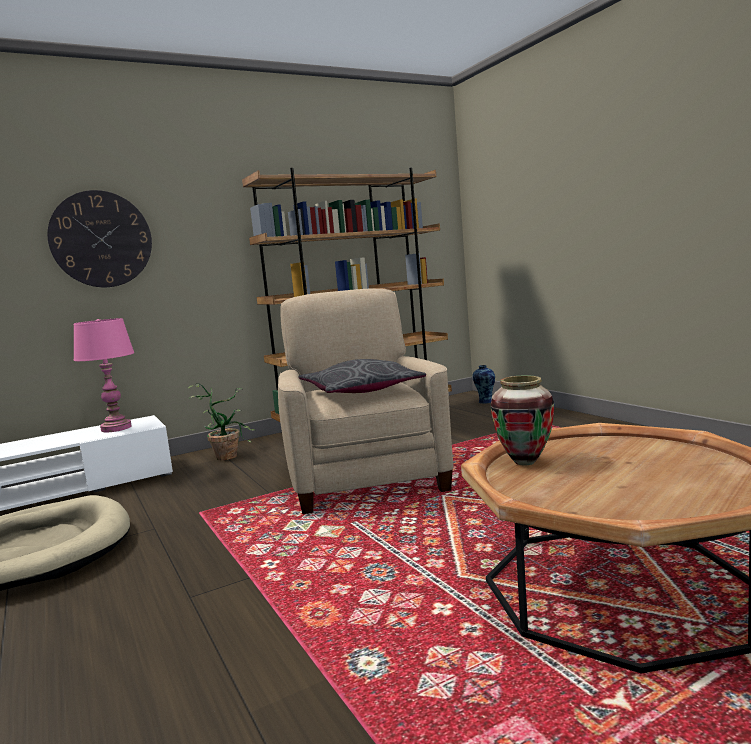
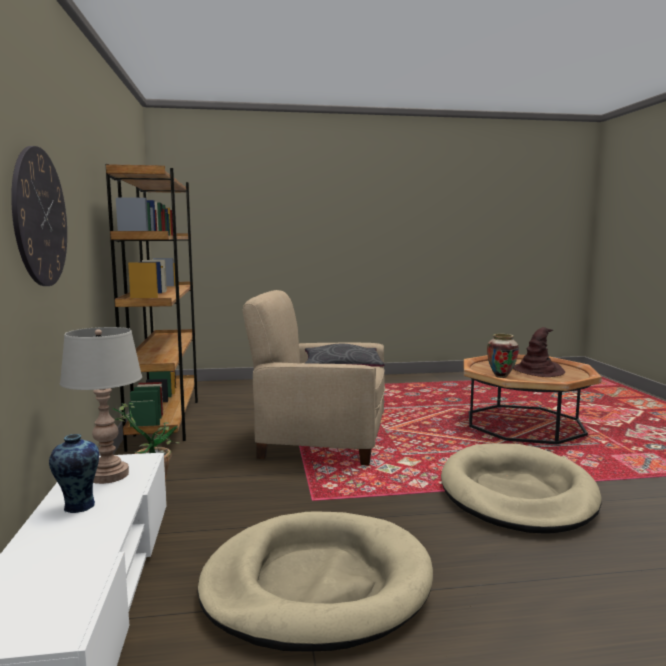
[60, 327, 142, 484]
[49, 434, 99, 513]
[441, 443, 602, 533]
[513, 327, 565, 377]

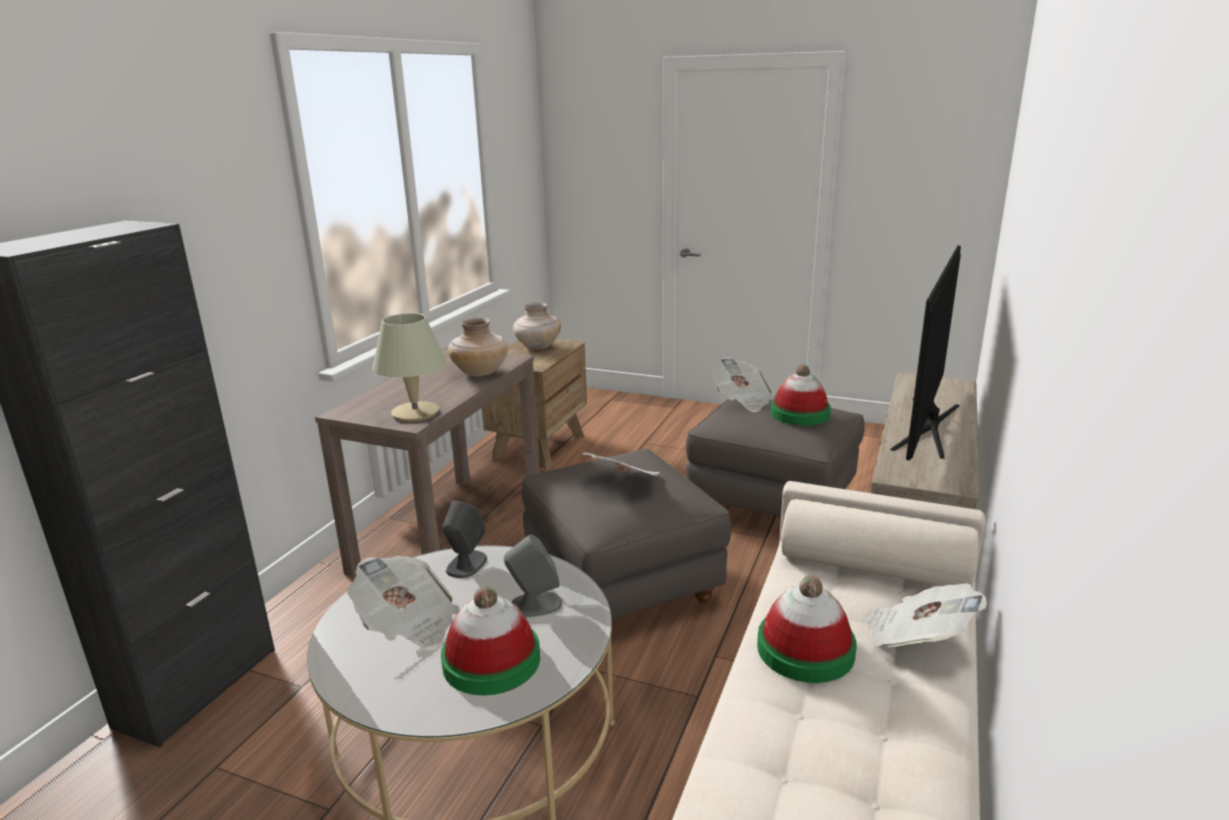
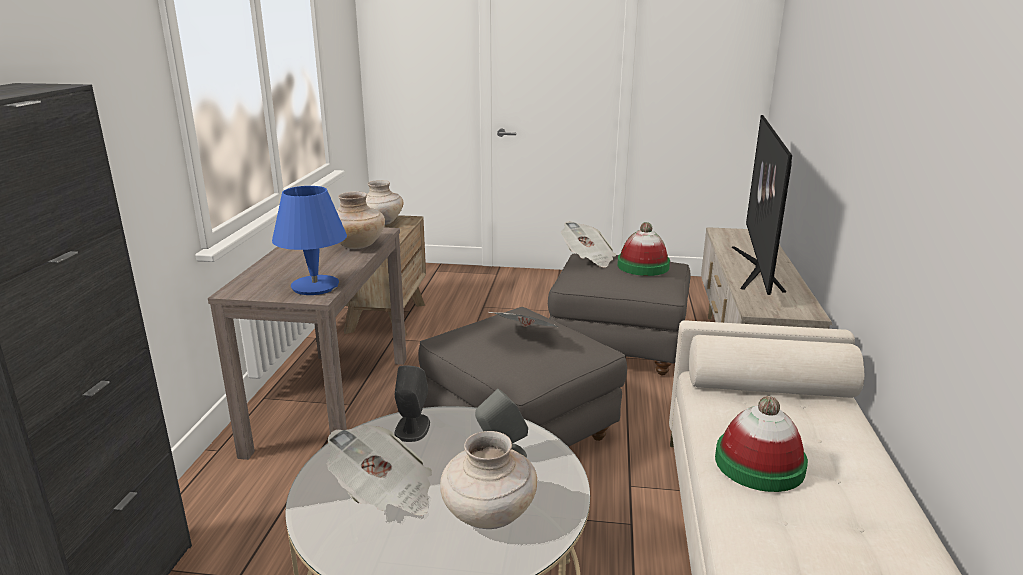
[272, 186, 347, 295]
[440, 431, 537, 529]
[865, 583, 987, 647] (first image)

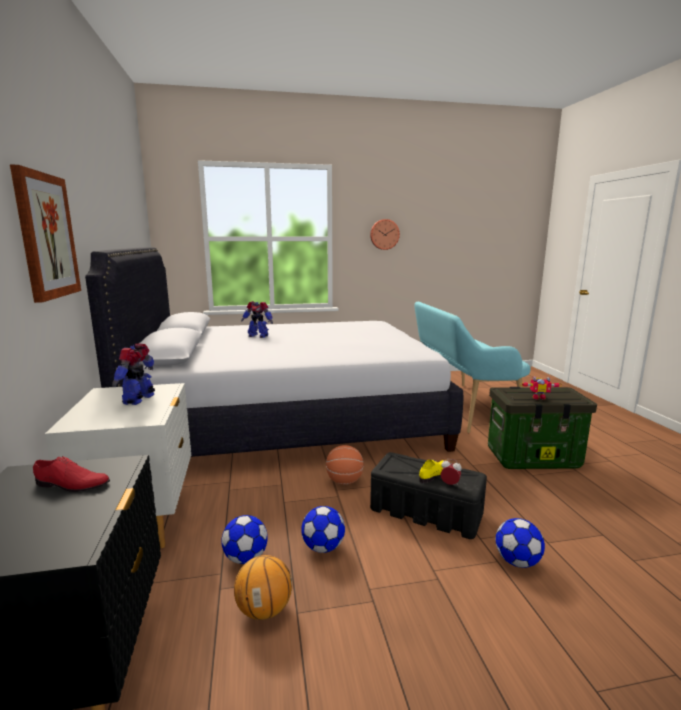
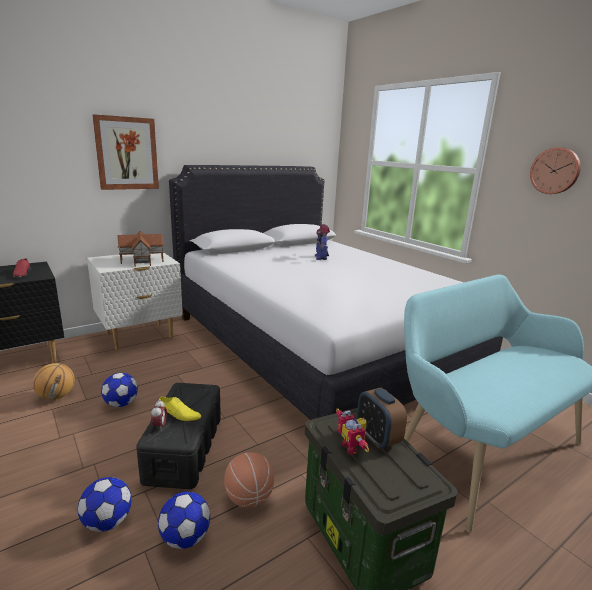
[117, 231, 164, 267]
[158, 492, 210, 549]
[224, 452, 274, 508]
[357, 388, 407, 449]

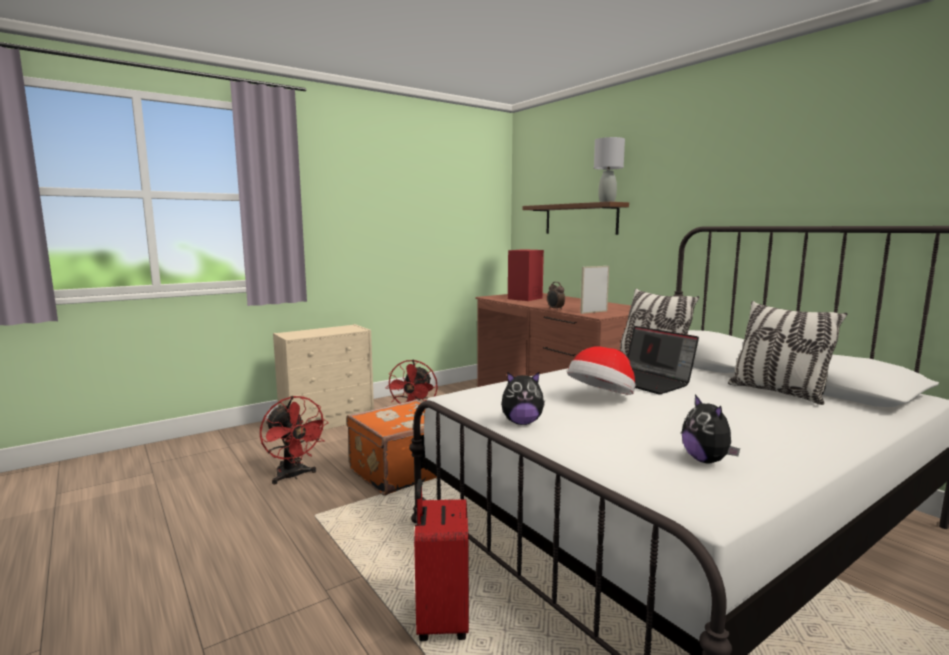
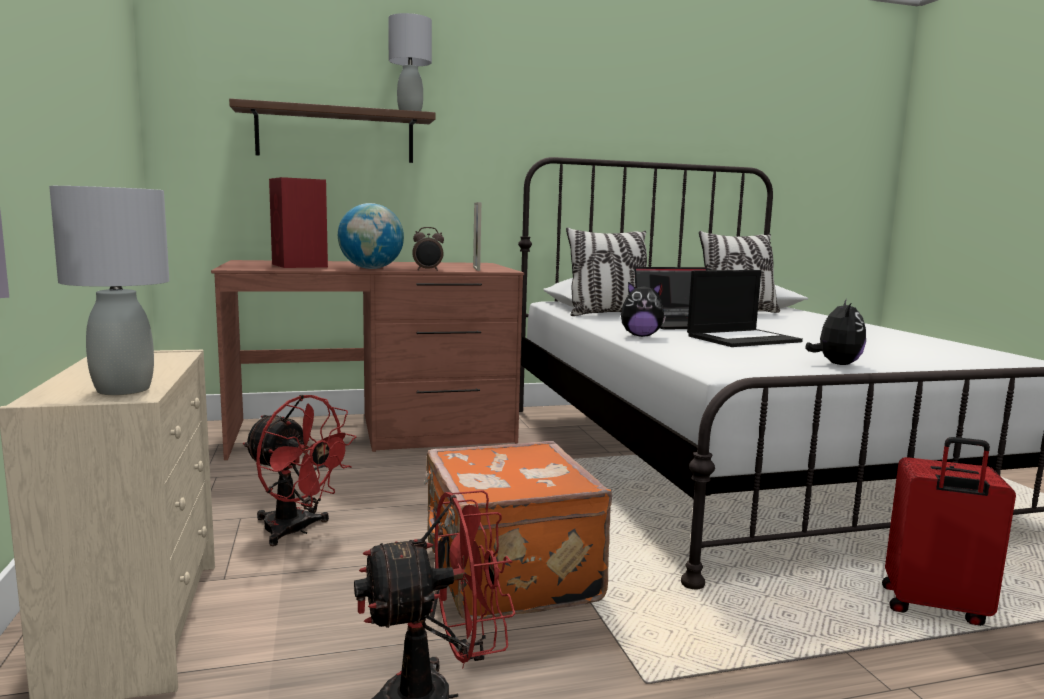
[687, 270, 803, 347]
[621, 282, 666, 337]
[49, 186, 169, 395]
[338, 203, 404, 269]

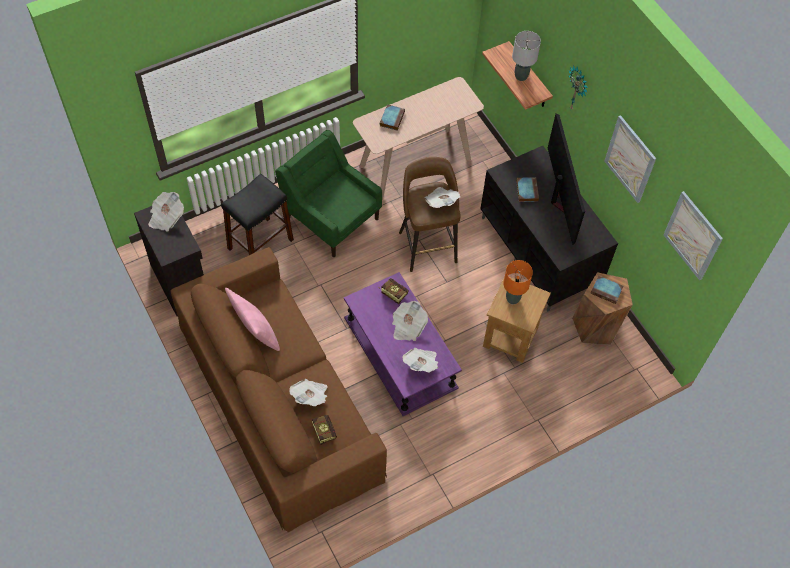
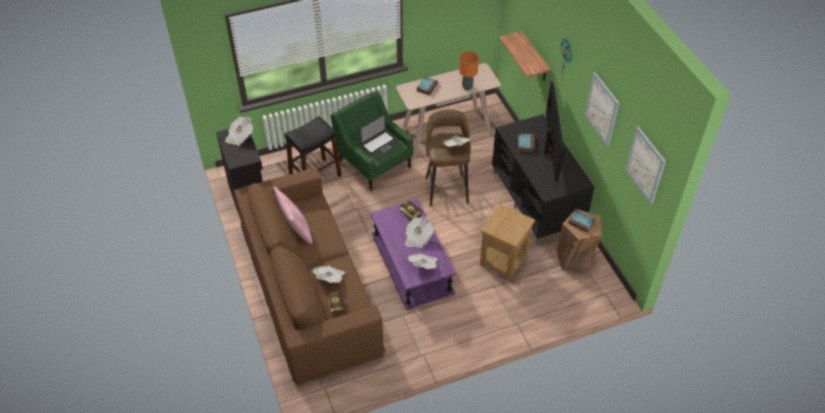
[459, 51, 479, 90]
[512, 31, 541, 81] (first image)
[360, 114, 401, 159]

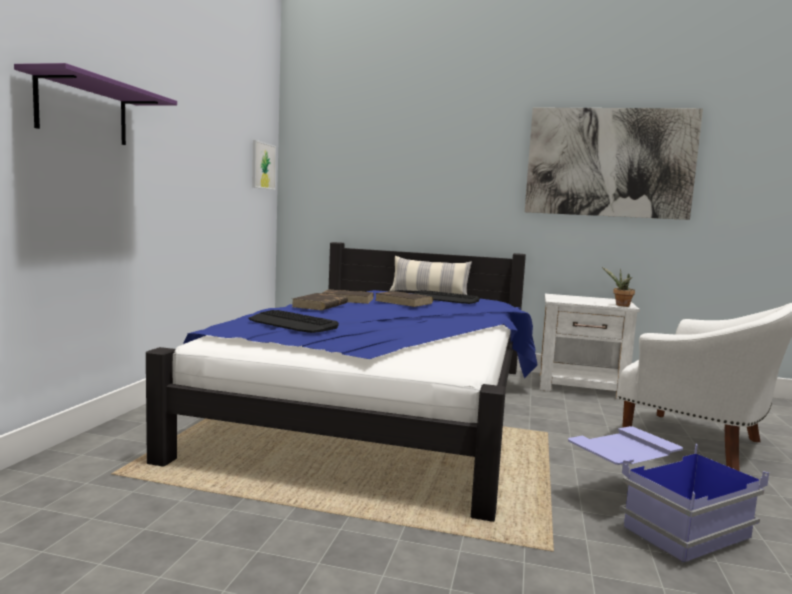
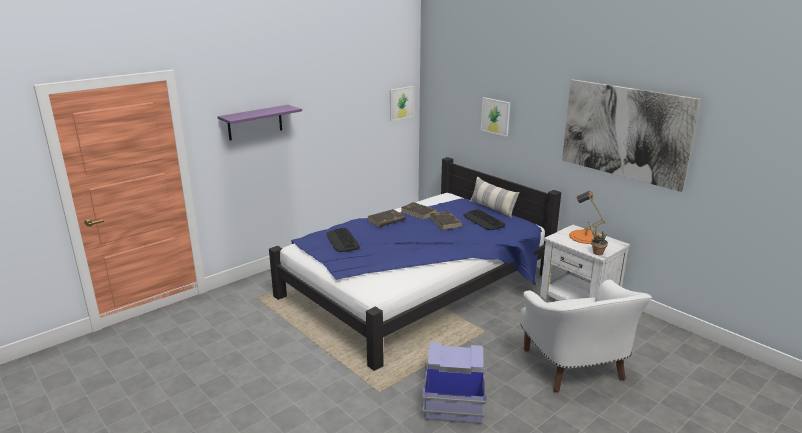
[481, 97, 510, 137]
[569, 191, 605, 244]

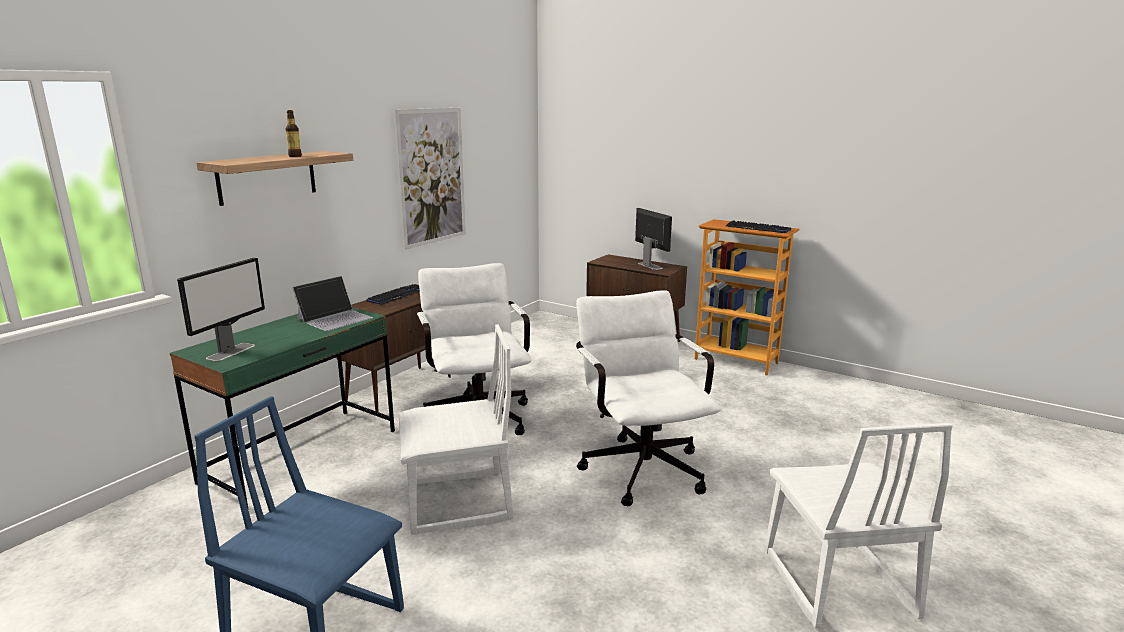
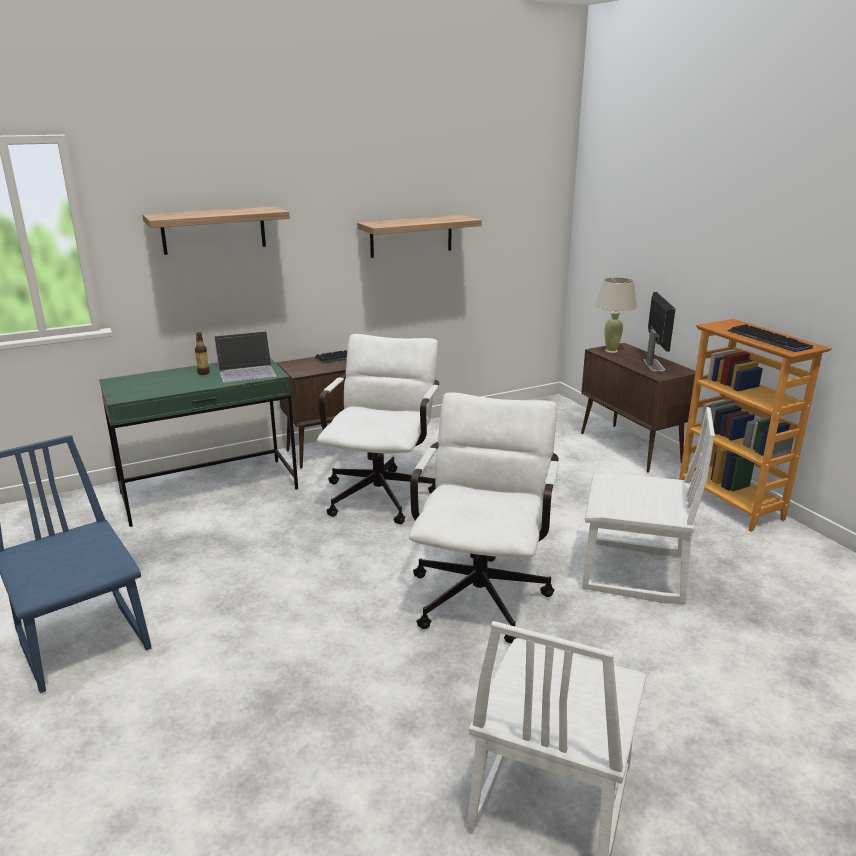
[177, 257, 265, 361] (first image)
[195, 332, 210, 375]
[357, 215, 482, 258]
[582, 407, 715, 604]
[596, 277, 637, 353]

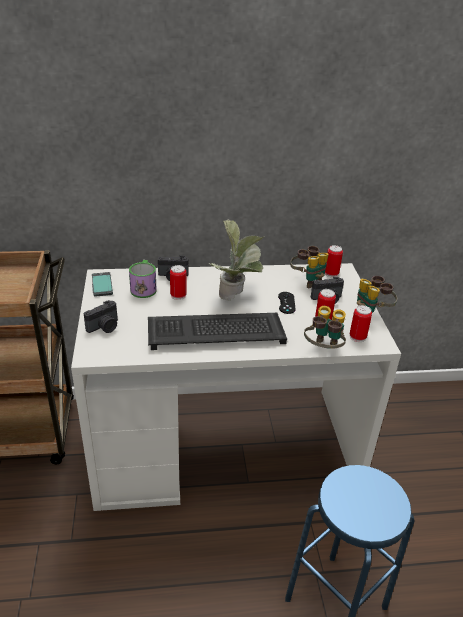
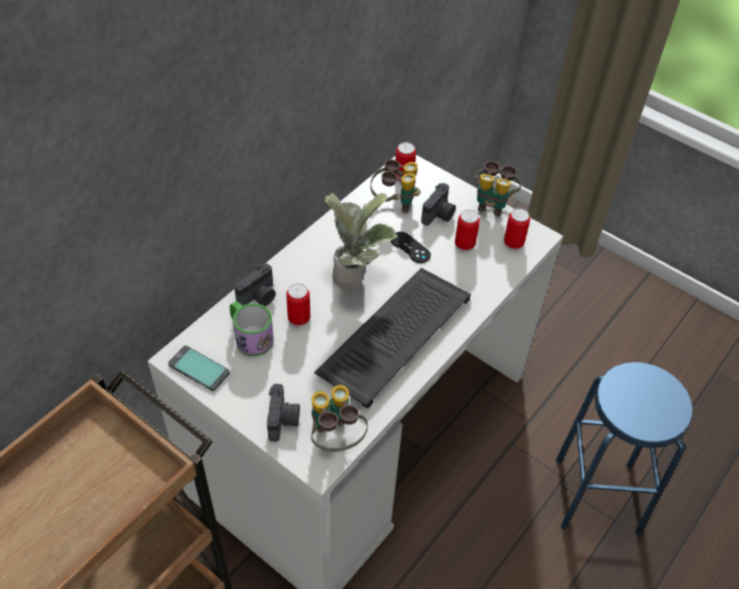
[311, 385, 368, 452]

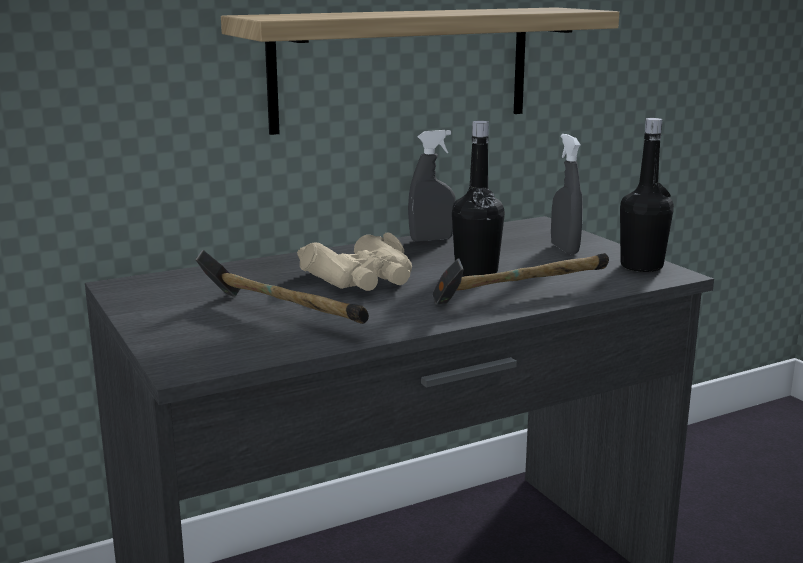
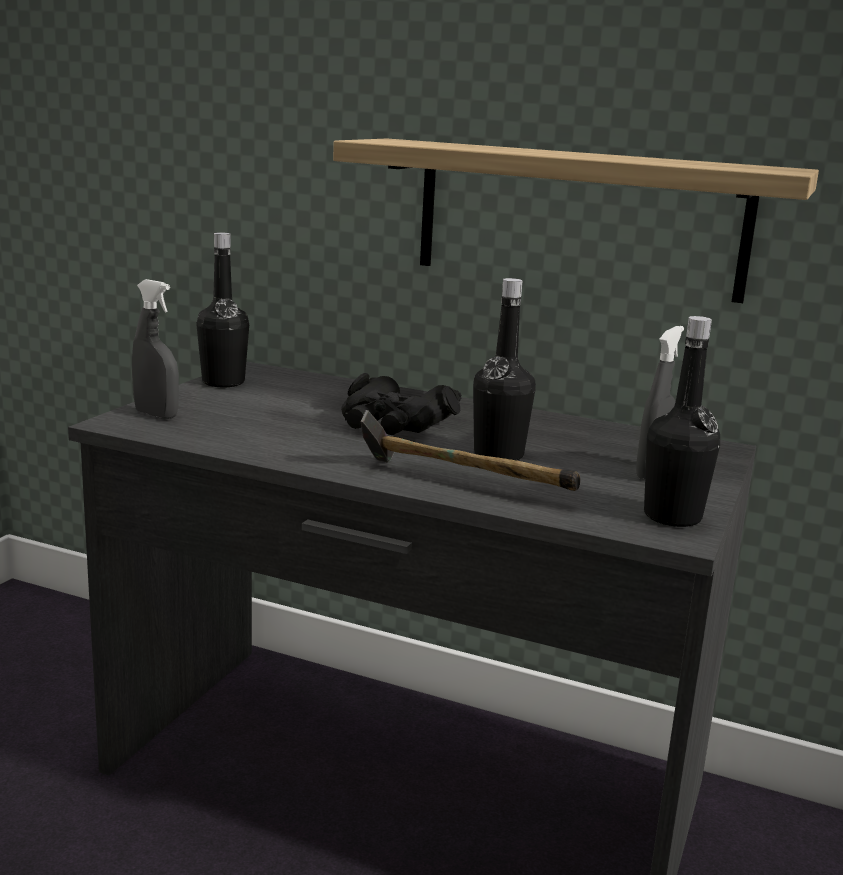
[195, 250, 369, 324] (first image)
[341, 373, 462, 435]
[132, 279, 179, 419]
[196, 232, 249, 387]

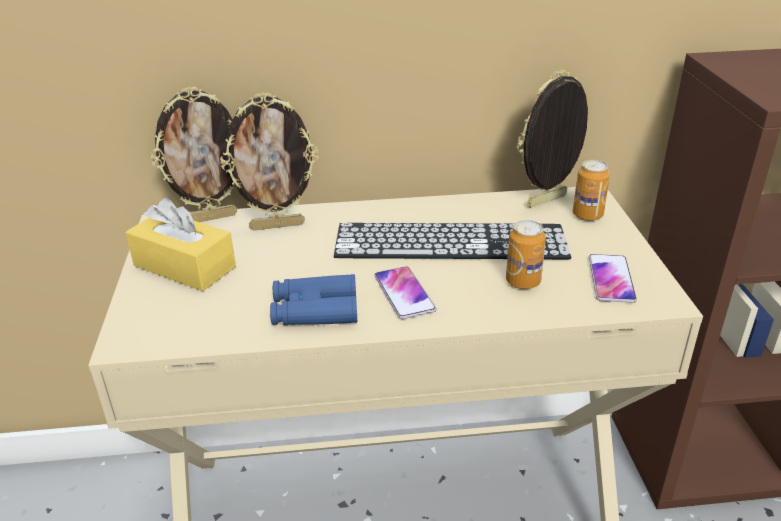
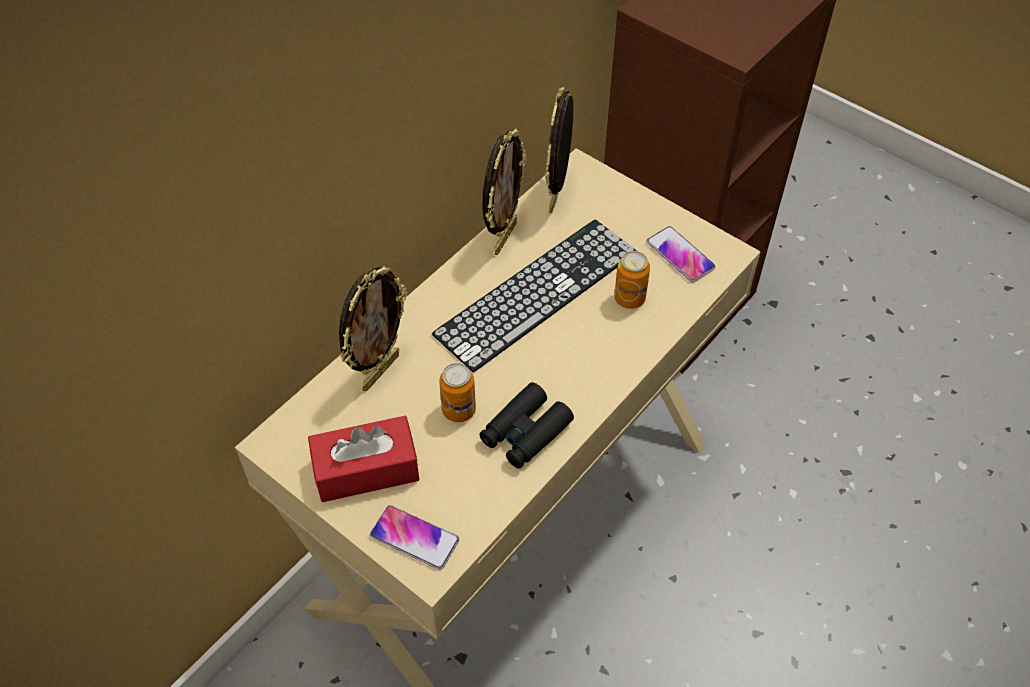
[308, 416, 419, 502]
[482, 128, 527, 255]
[479, 382, 574, 469]
[370, 505, 459, 570]
[439, 363, 476, 422]

